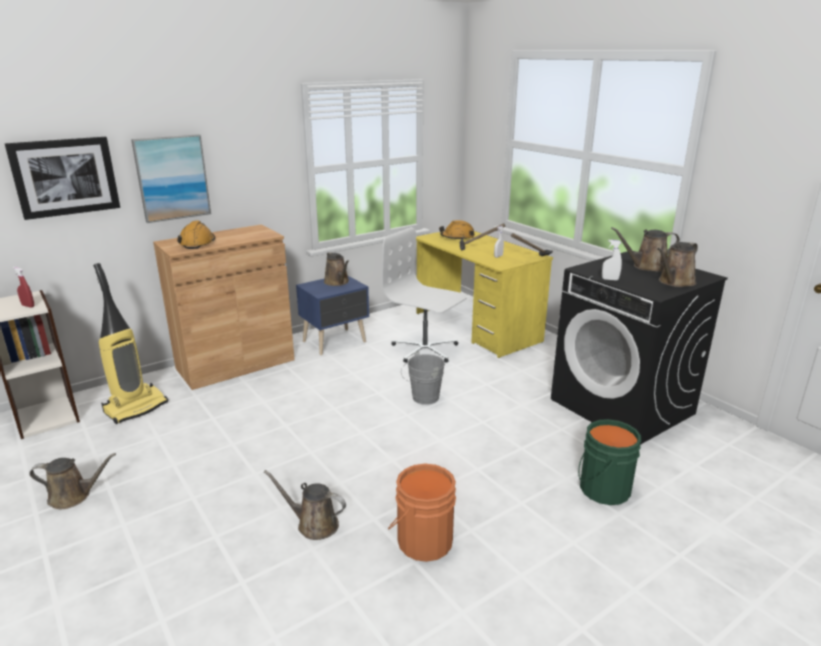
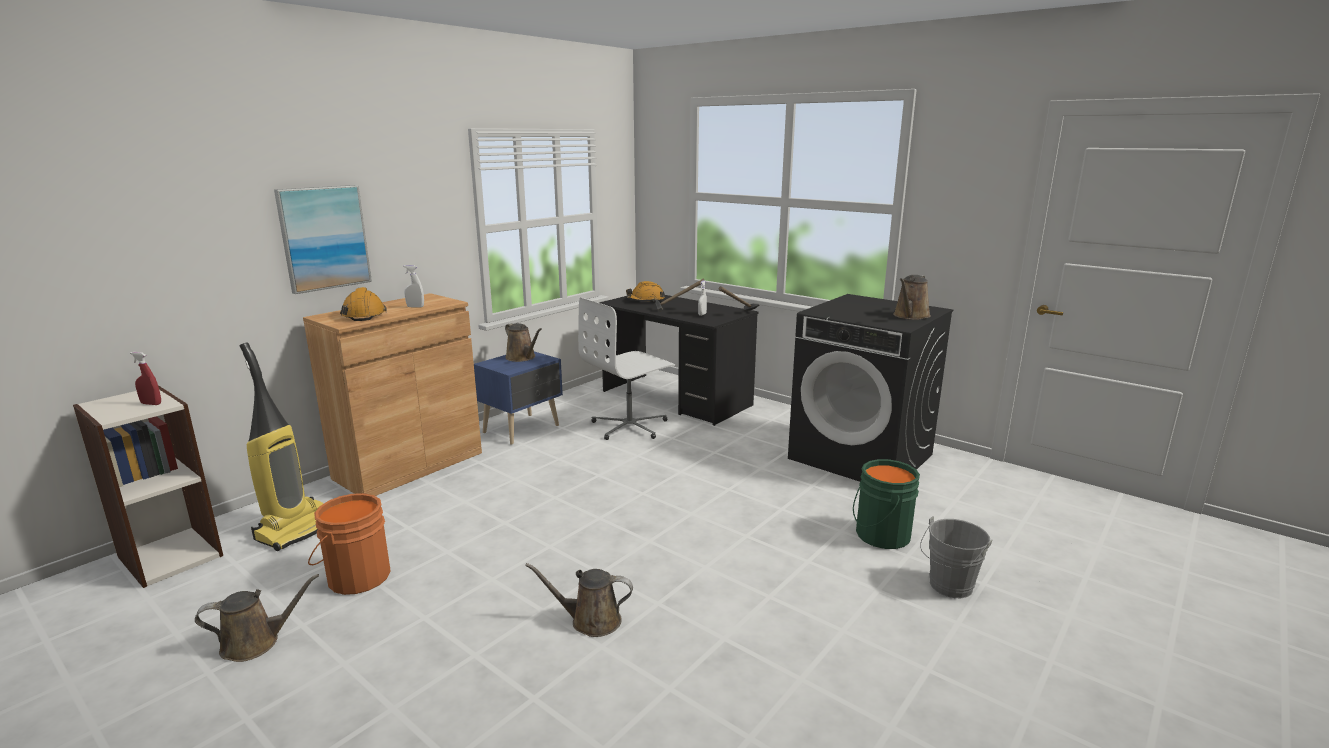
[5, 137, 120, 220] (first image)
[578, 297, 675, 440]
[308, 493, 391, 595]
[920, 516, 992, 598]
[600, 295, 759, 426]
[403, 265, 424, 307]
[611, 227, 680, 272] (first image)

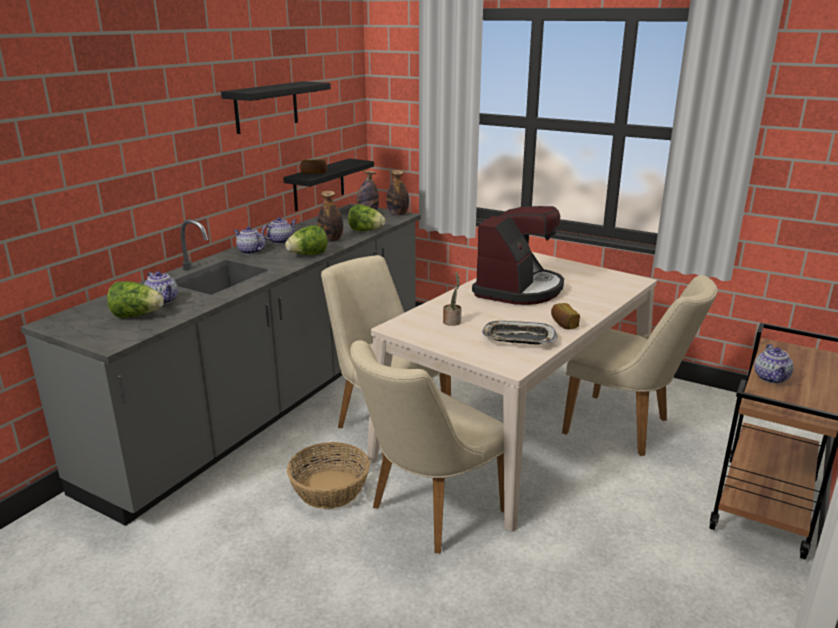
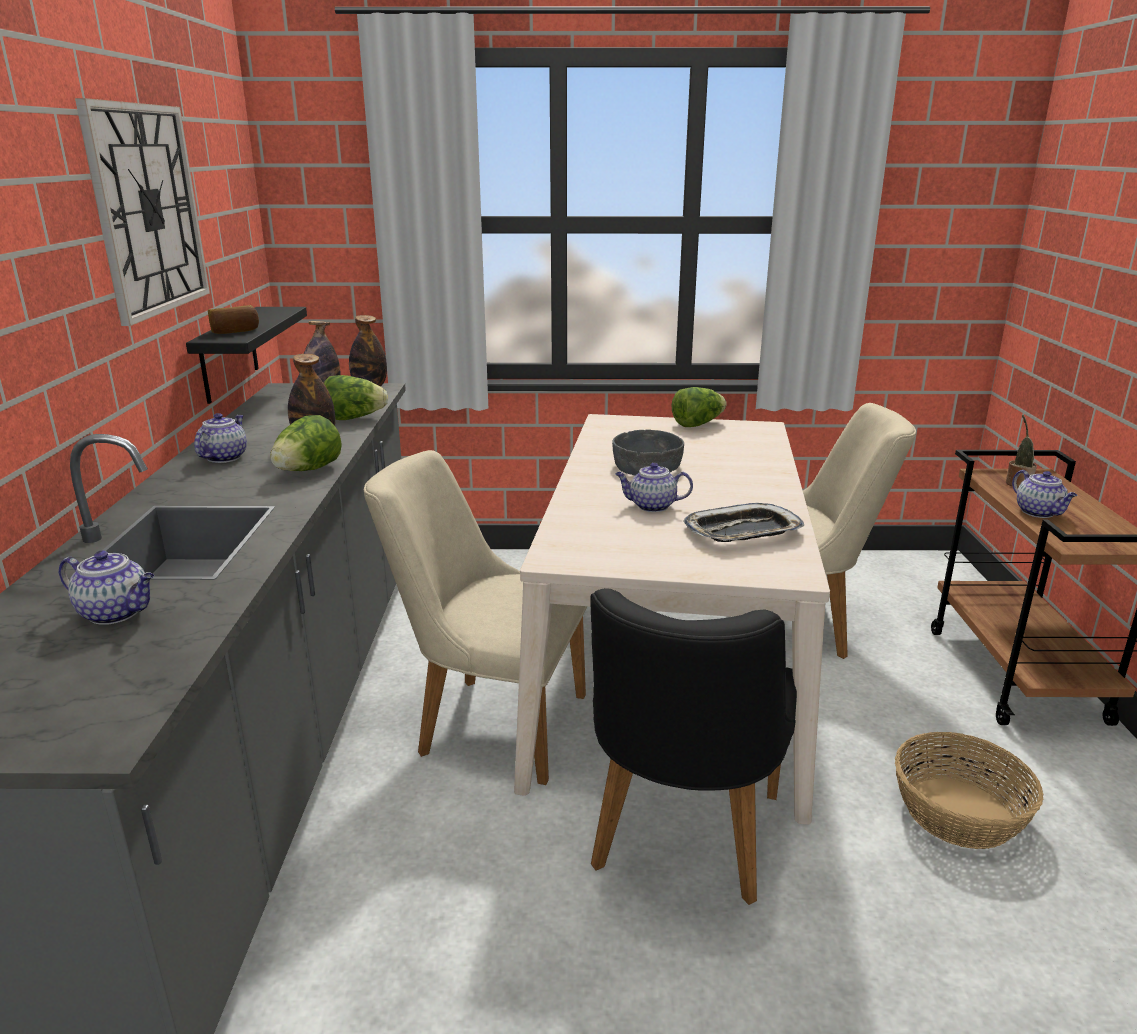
[671, 387, 727, 427]
[75, 98, 210, 326]
[615, 463, 693, 512]
[895, 732, 1043, 849]
[590, 588, 797, 905]
[1006, 415, 1037, 488]
[612, 429, 684, 476]
[551, 303, 580, 330] (first image)

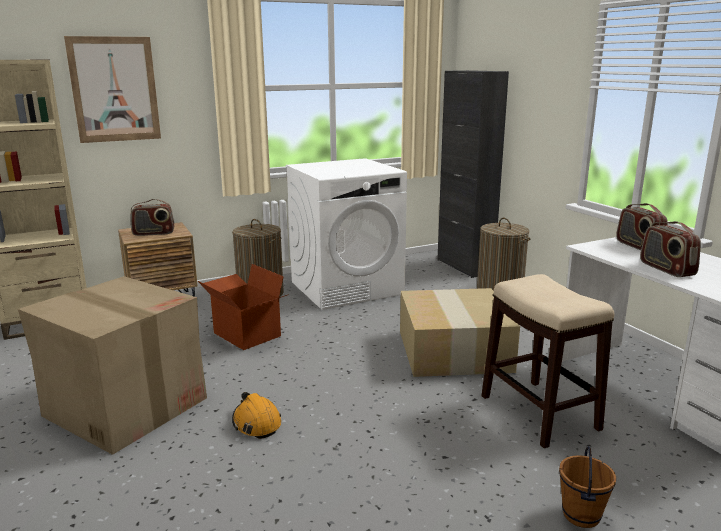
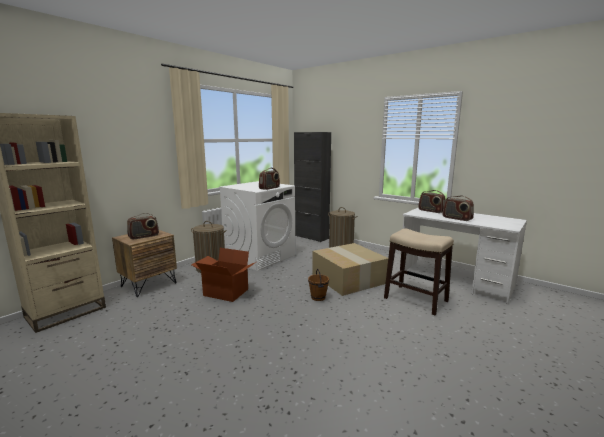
[18, 276, 207, 455] (first image)
[64, 36, 161, 143] (first image)
[232, 392, 281, 439] (first image)
[308, 269, 329, 301]
[259, 168, 280, 190]

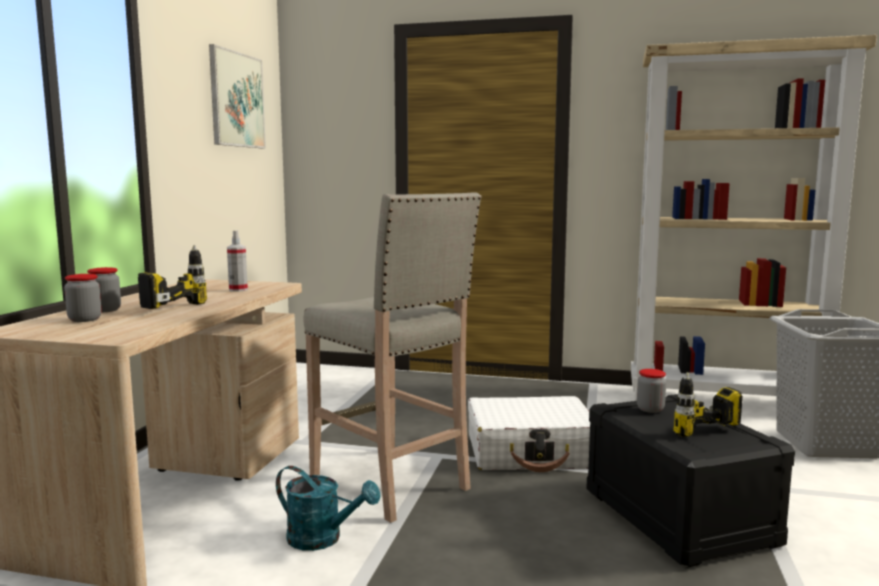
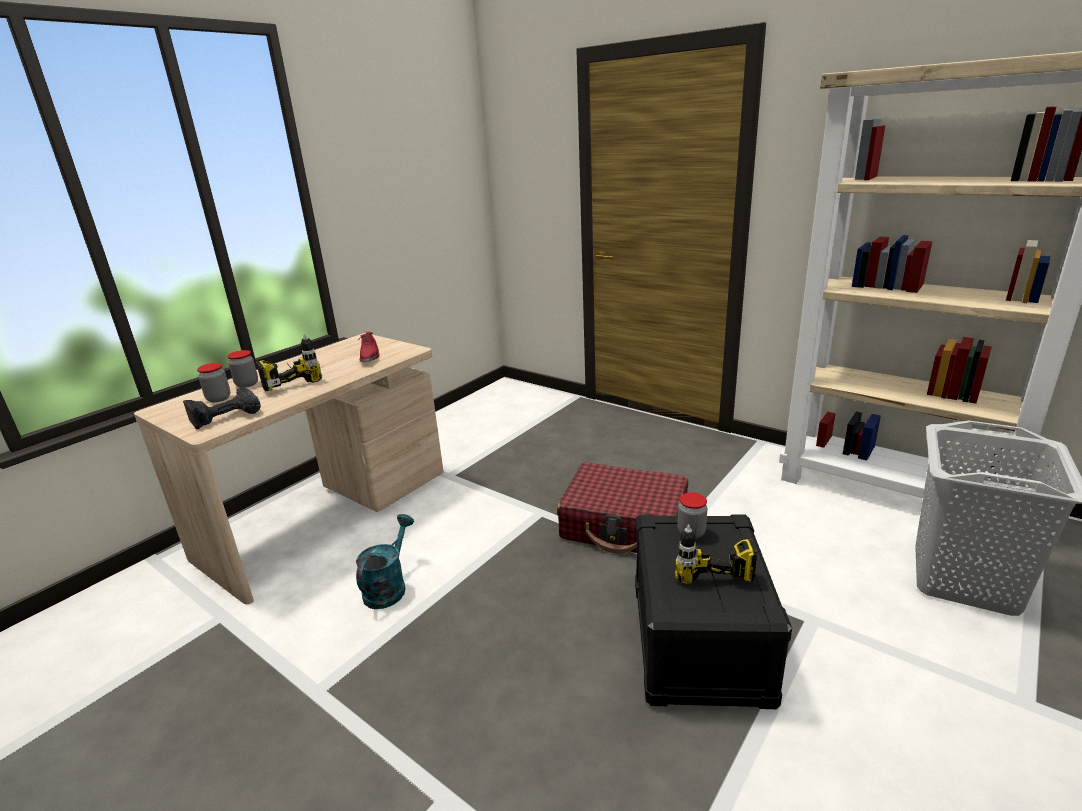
[209, 44, 266, 148] (first image)
[359, 331, 380, 362]
[356, 514, 414, 609]
[303, 192, 481, 523] (first image)
[557, 462, 688, 554]
[183, 387, 261, 429]

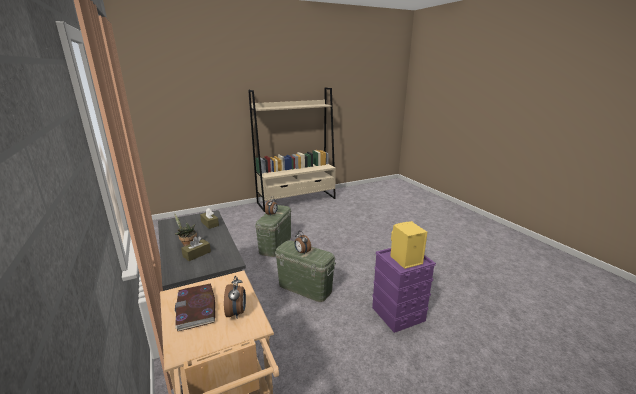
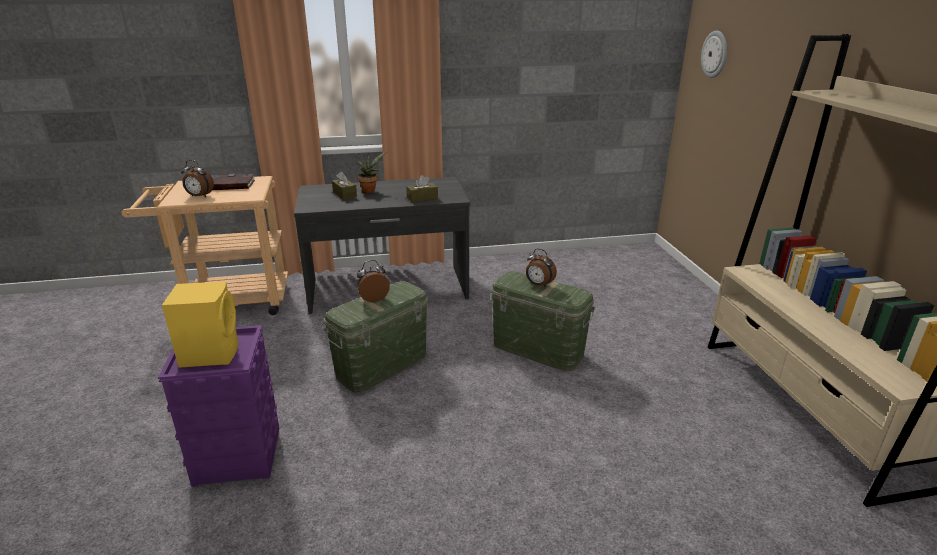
[701, 31, 727, 78]

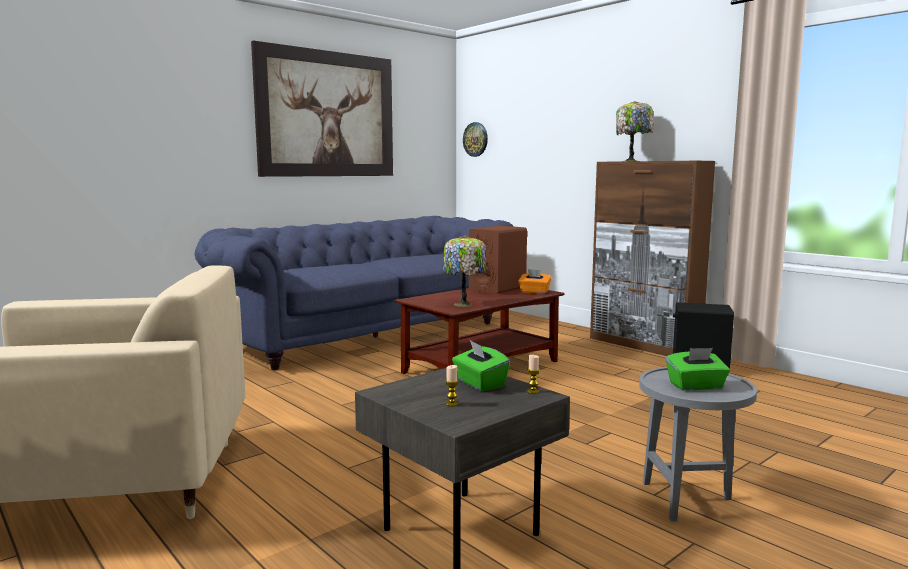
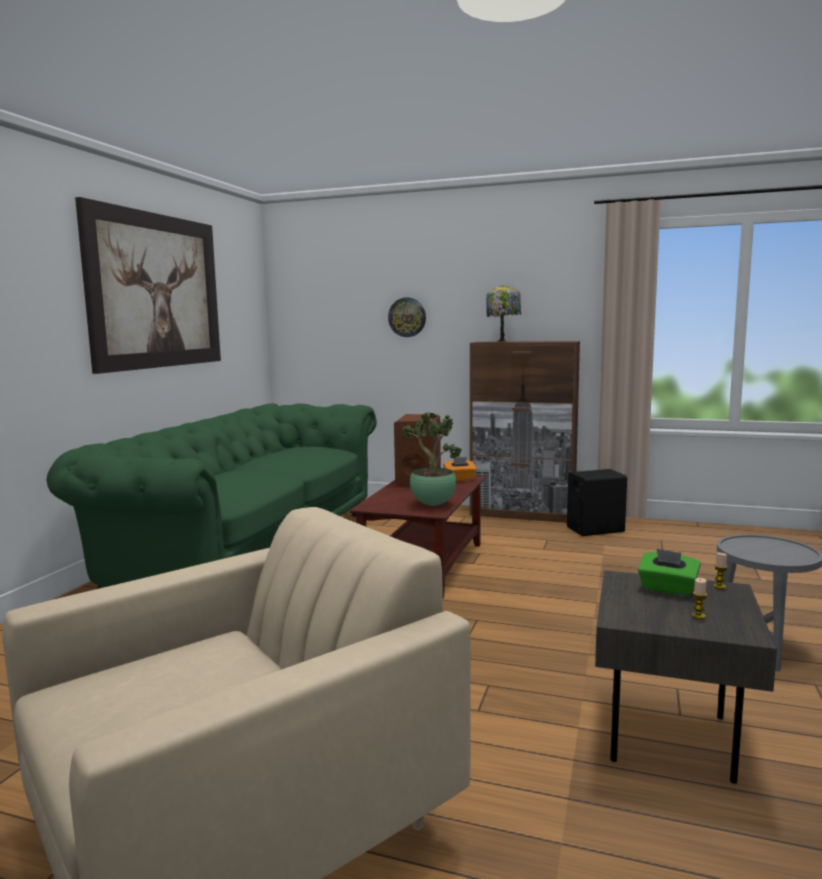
[46, 403, 377, 589]
[402, 412, 462, 506]
[388, 297, 426, 337]
[666, 348, 730, 391] (first image)

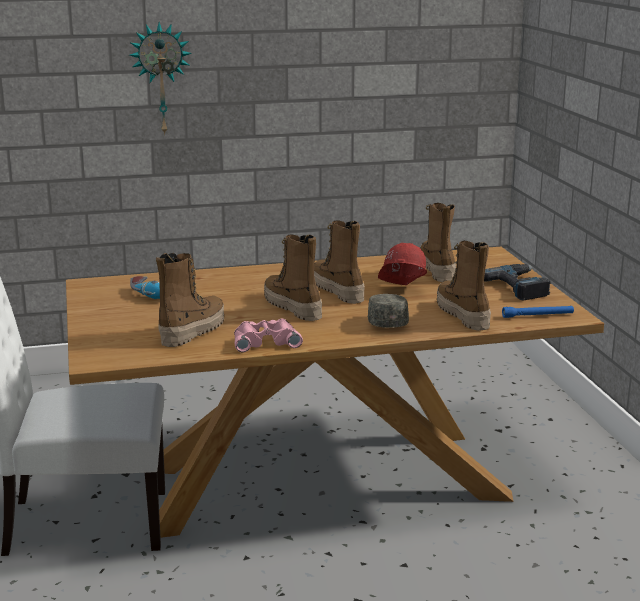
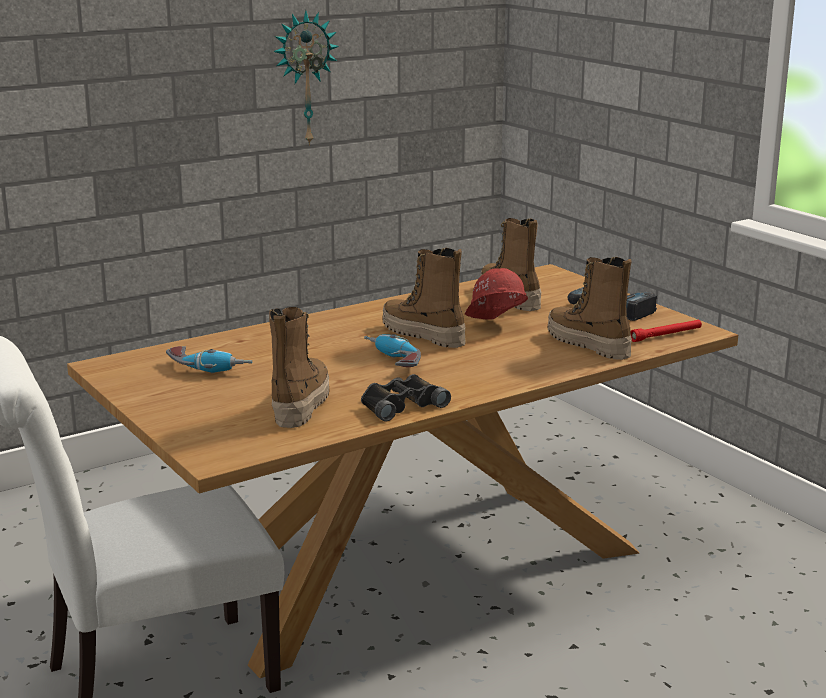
[273, 10, 339, 146]
[361, 374, 451, 421]
[364, 334, 421, 367]
[367, 294, 409, 328] (first image)
[631, 320, 702, 342]

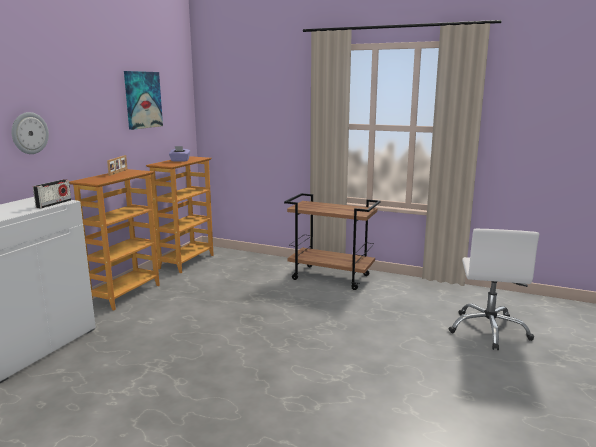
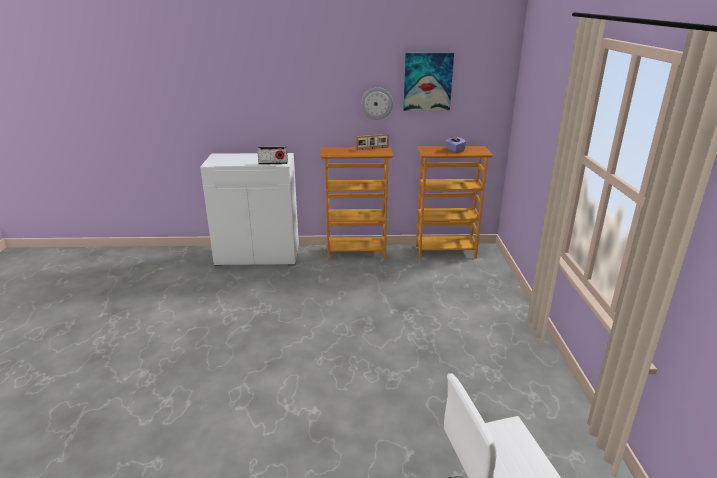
[361, 87, 393, 120]
[284, 193, 381, 290] (first image)

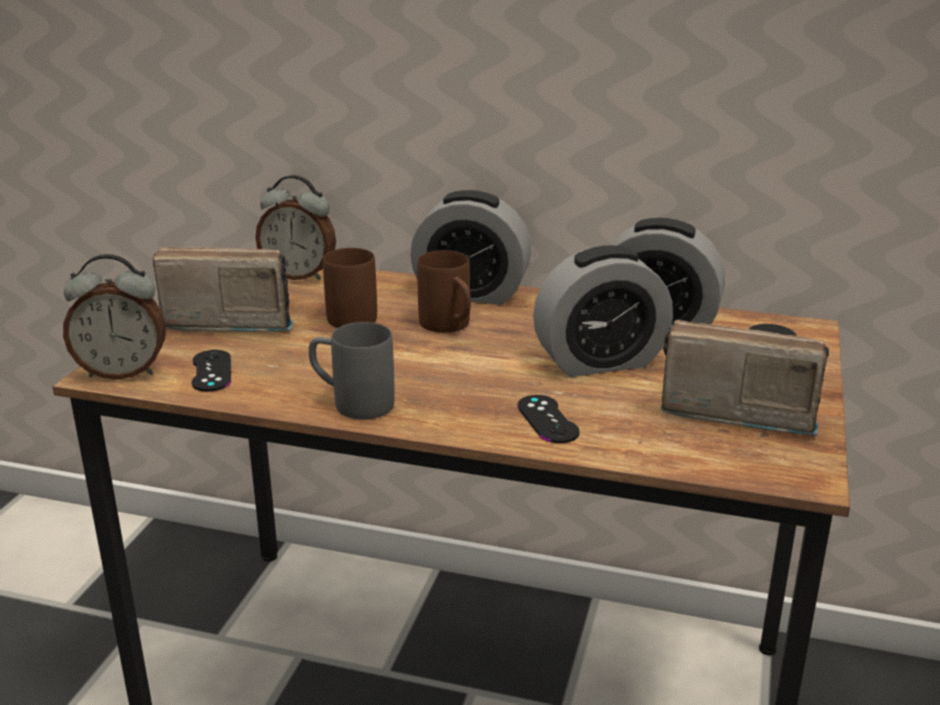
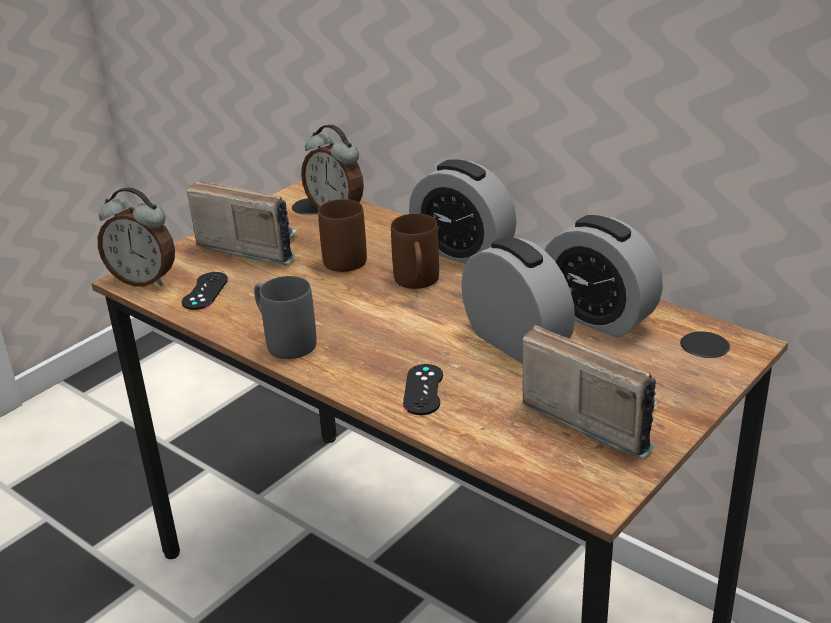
[461, 237, 575, 364]

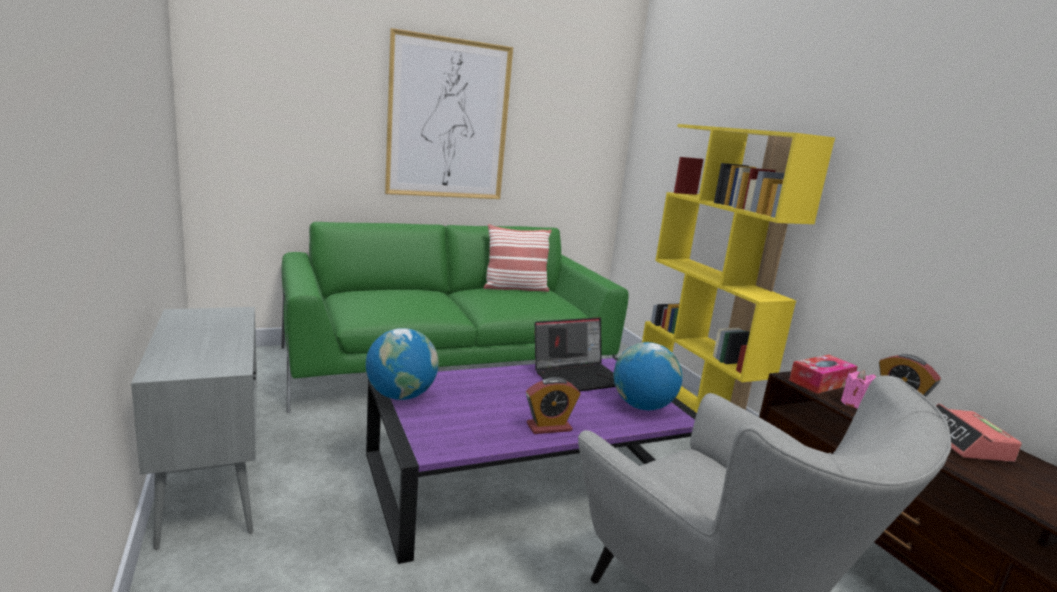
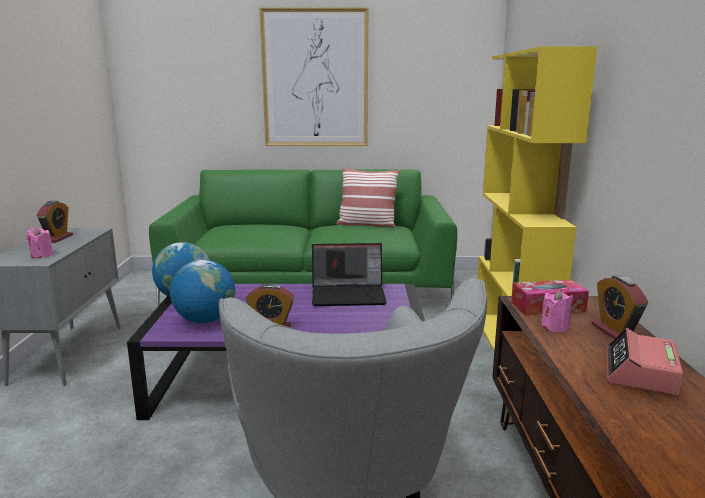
[170, 260, 236, 323]
[26, 227, 53, 258]
[37, 201, 73, 243]

